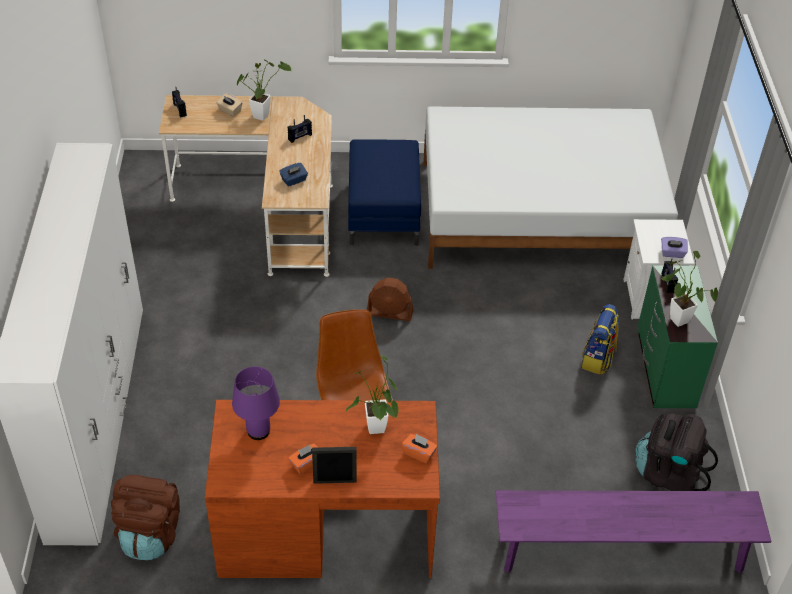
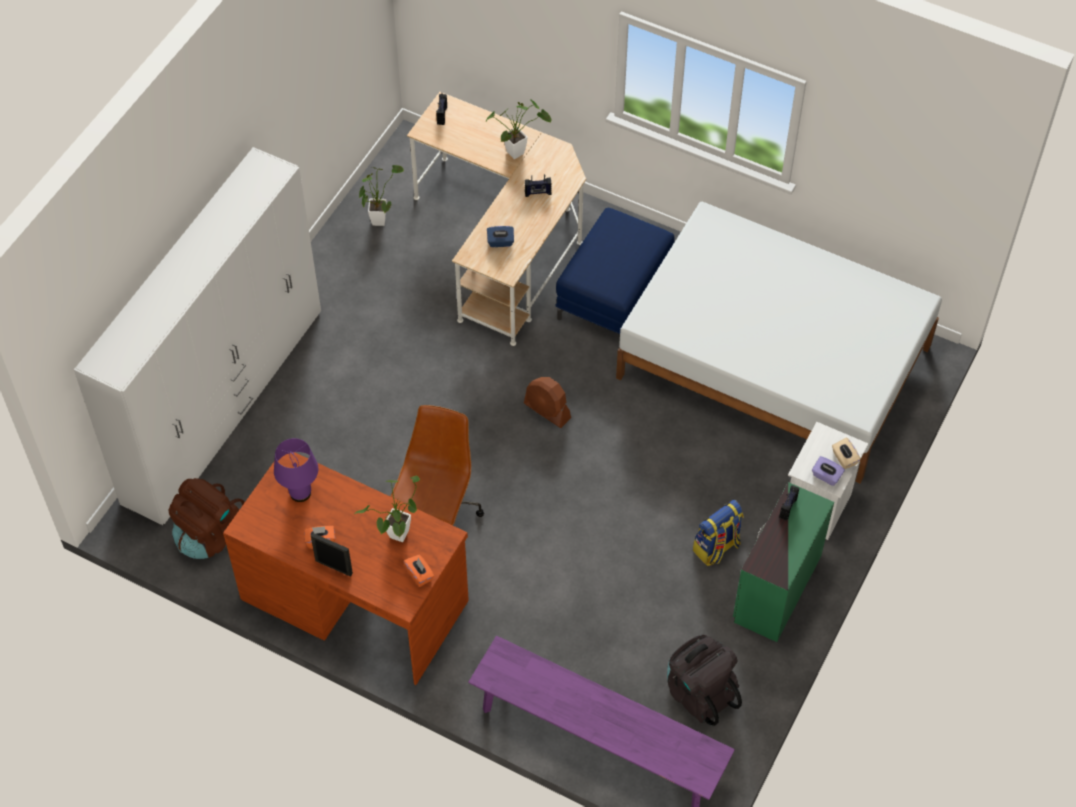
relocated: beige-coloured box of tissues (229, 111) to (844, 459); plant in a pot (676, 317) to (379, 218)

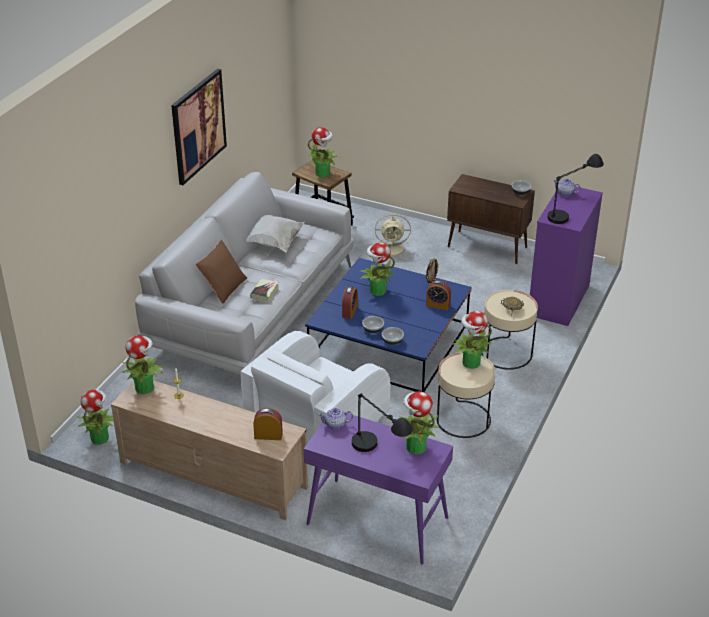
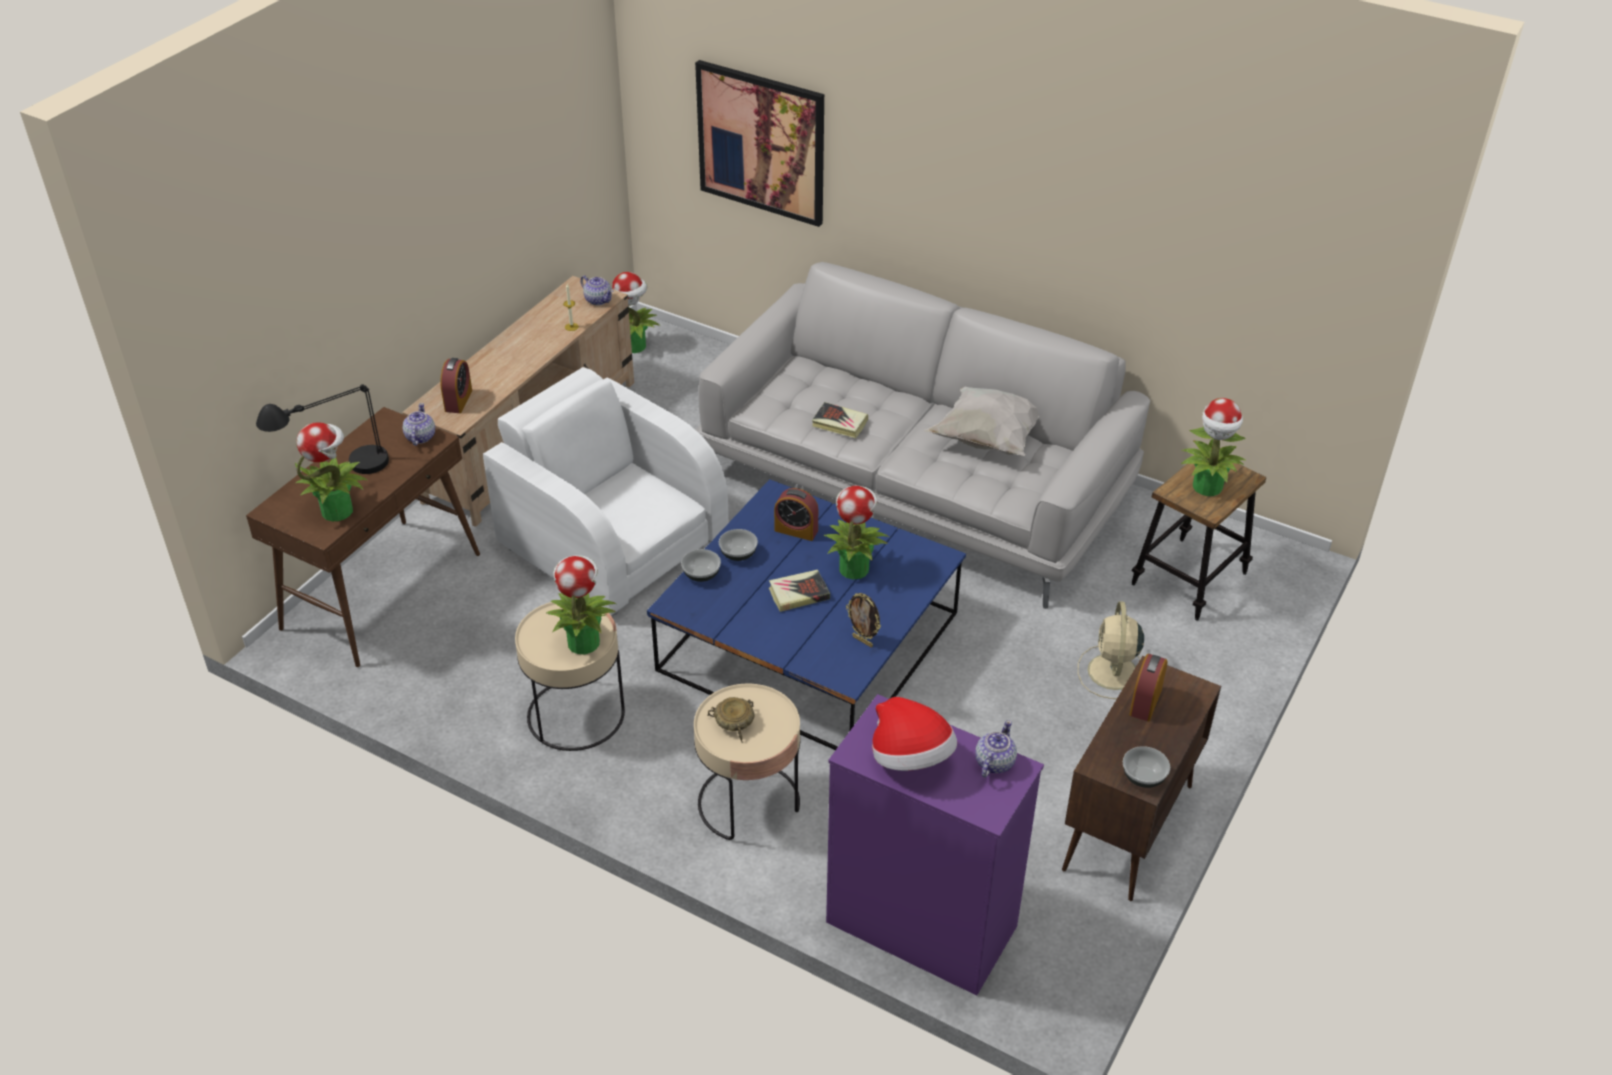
missing: brown pillow (223, 287)
appeared: book (799, 594)
relocated: wall art (198, 126) to (761, 142); bedside clock (438, 305) to (1145, 702)
exchanged: plant in a pot (145, 387) to teapot (598, 300); black lamp for a table (571, 212) to clothing hat (911, 758)
colour: purple console table (376, 521) to brown console table (382, 590)

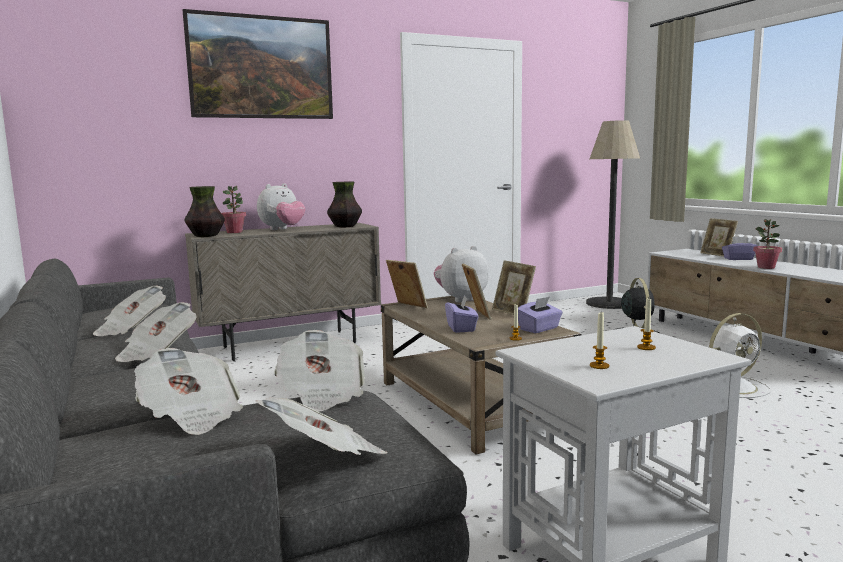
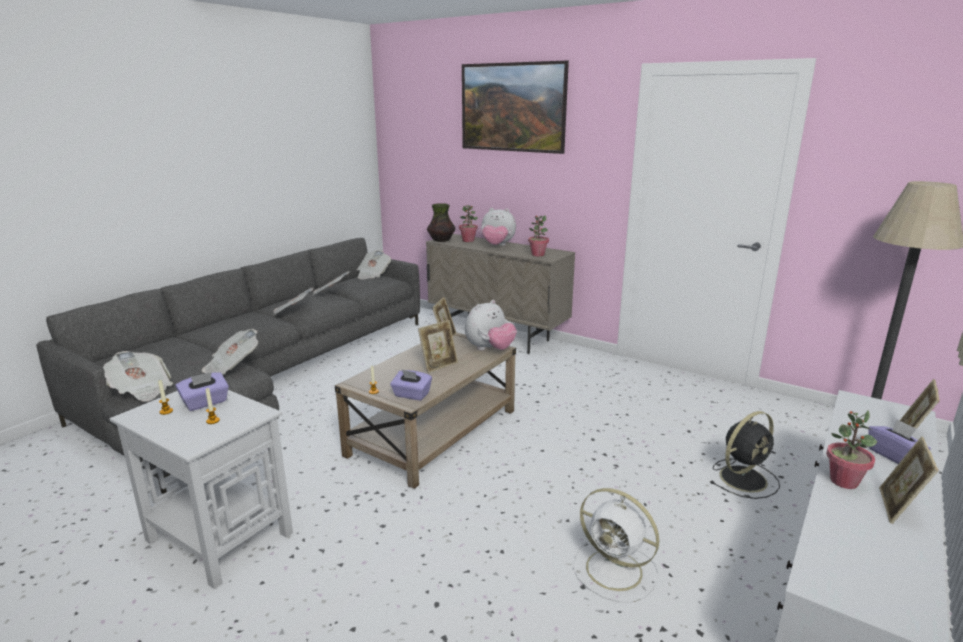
relocated: daily paper (191, 416) to (372, 274); purple box of tissues (461, 328) to (205, 403); picture frame (513, 312) to (898, 508)
exchanged: vase (345, 226) to plant in a pot (537, 254)
spun: plush toy (460, 299) = (490, 349) 105 degrees clockwise

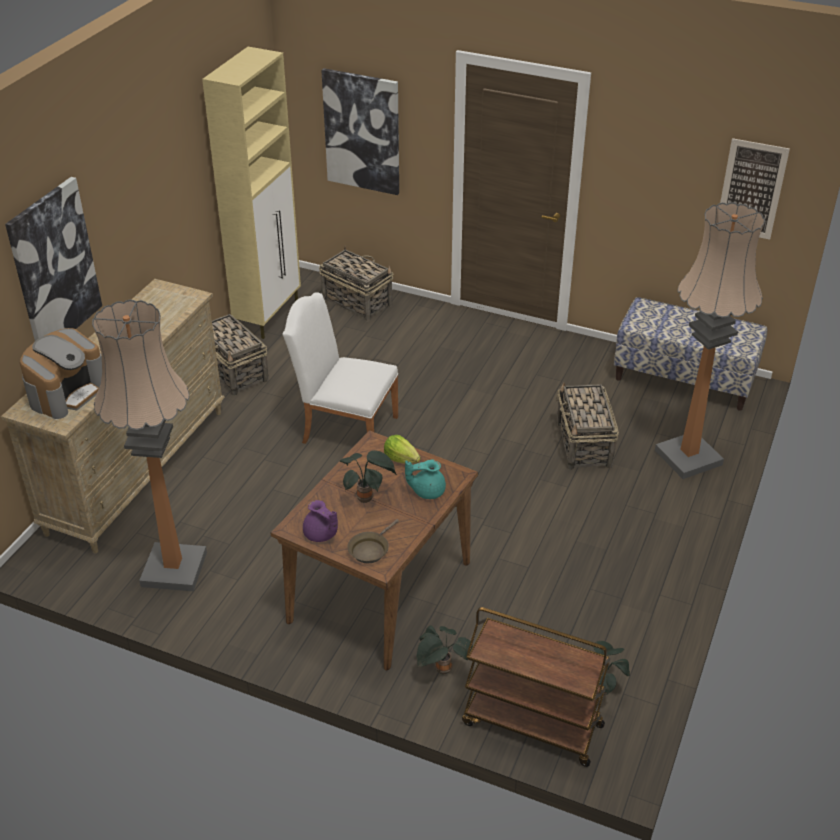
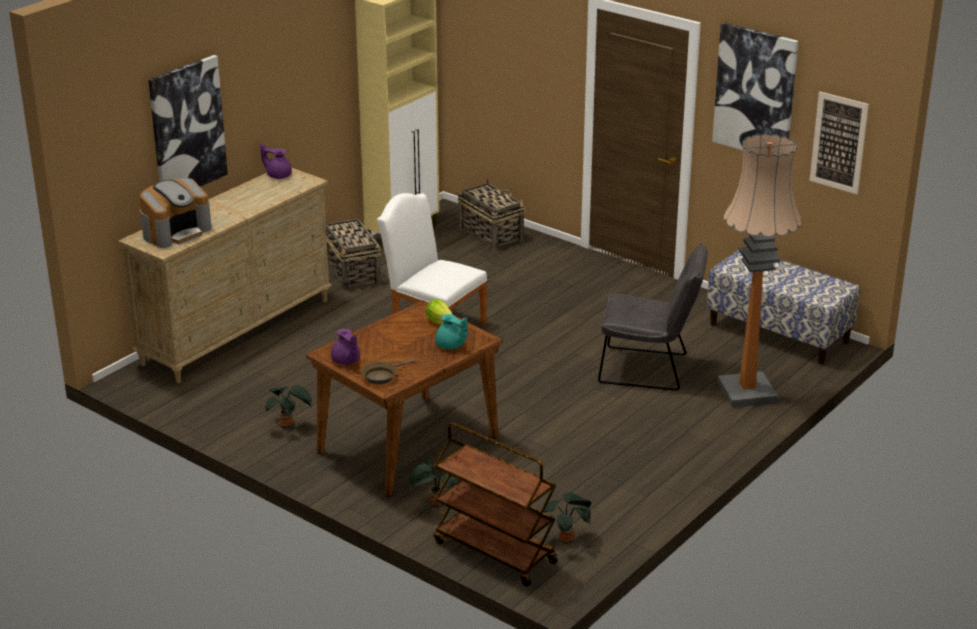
missing: standing lamp (174, 569)
appeared: purple teapot (278, 175)
relocated: wall art (362, 131) to (755, 91); plant in a pot (367, 498) to (288, 426)
exchanged: household basket (584, 445) to greyish chair (650, 369)
spun: blue-green teapot (427, 491) = (451, 346) 150 degrees counterclockwise

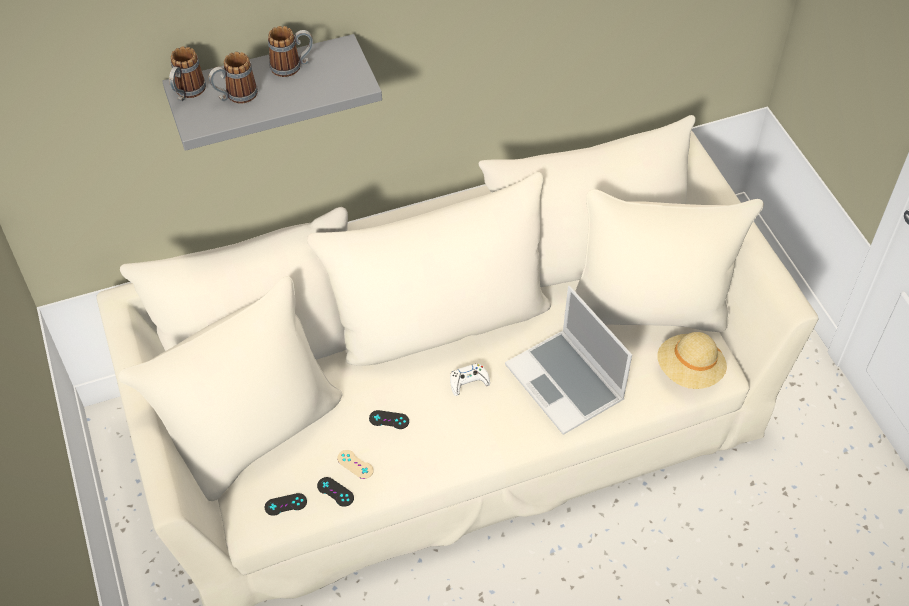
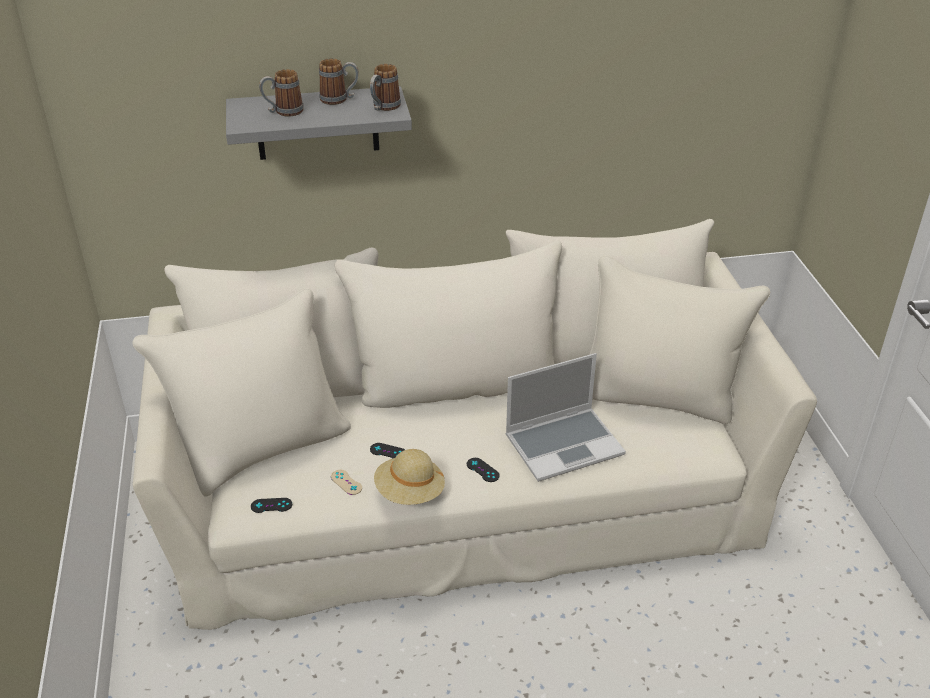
missing: white game controller (468, 382)
relocated: coffee mug (187, 93) to (383, 107); black game controller (335, 492) to (482, 470); beige-coloured clothing hat (689, 371) to (410, 492)
spun: laptop (566, 383) = (564, 444) 90 degrees counterclockwise

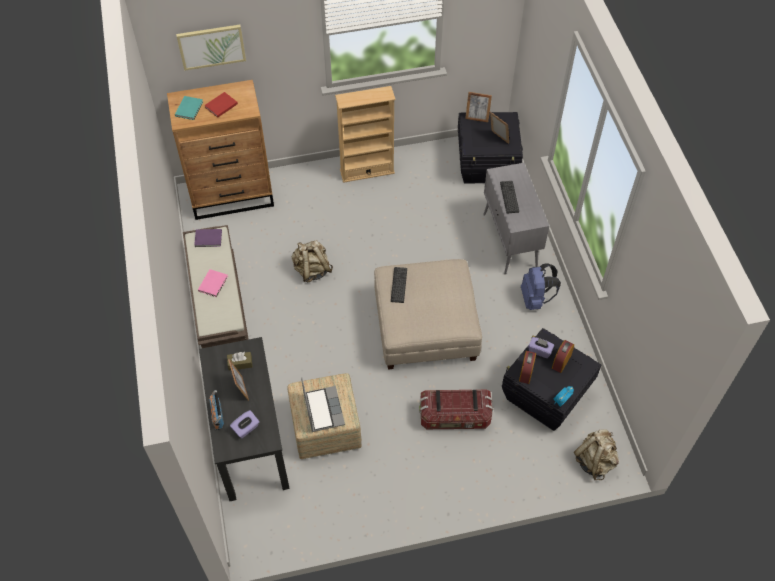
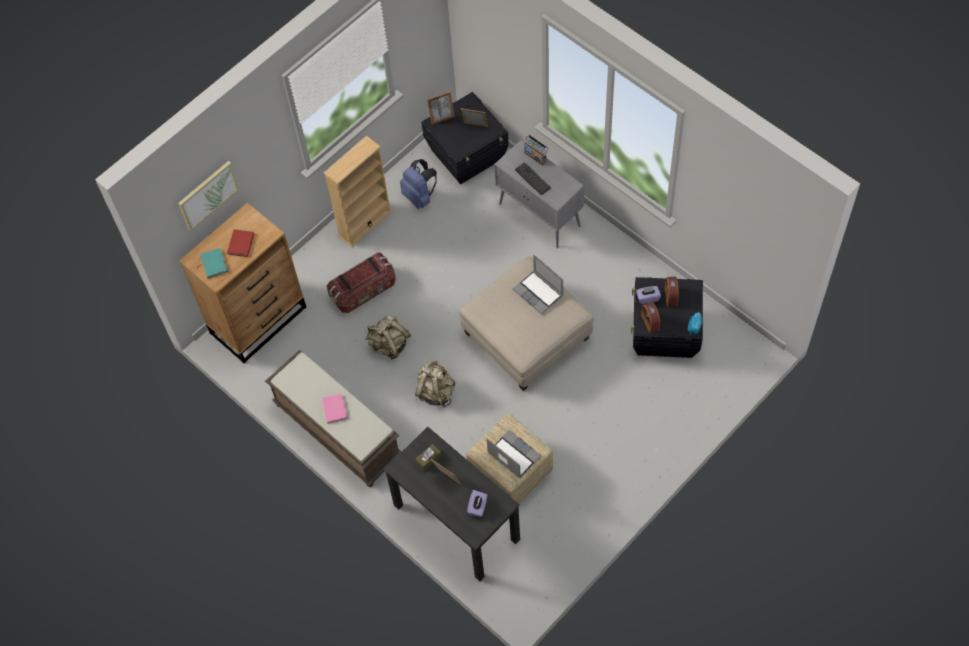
missing: purple book (209, 239); computer keyboard (399, 285)
appeared: laptop (539, 293)
relocated: radio (217, 416) to (535, 156); storage bin (455, 417) to (364, 291); blue-coloured knapsack (535, 299) to (420, 196); beige-coloured knapsack (594, 461) to (436, 392)

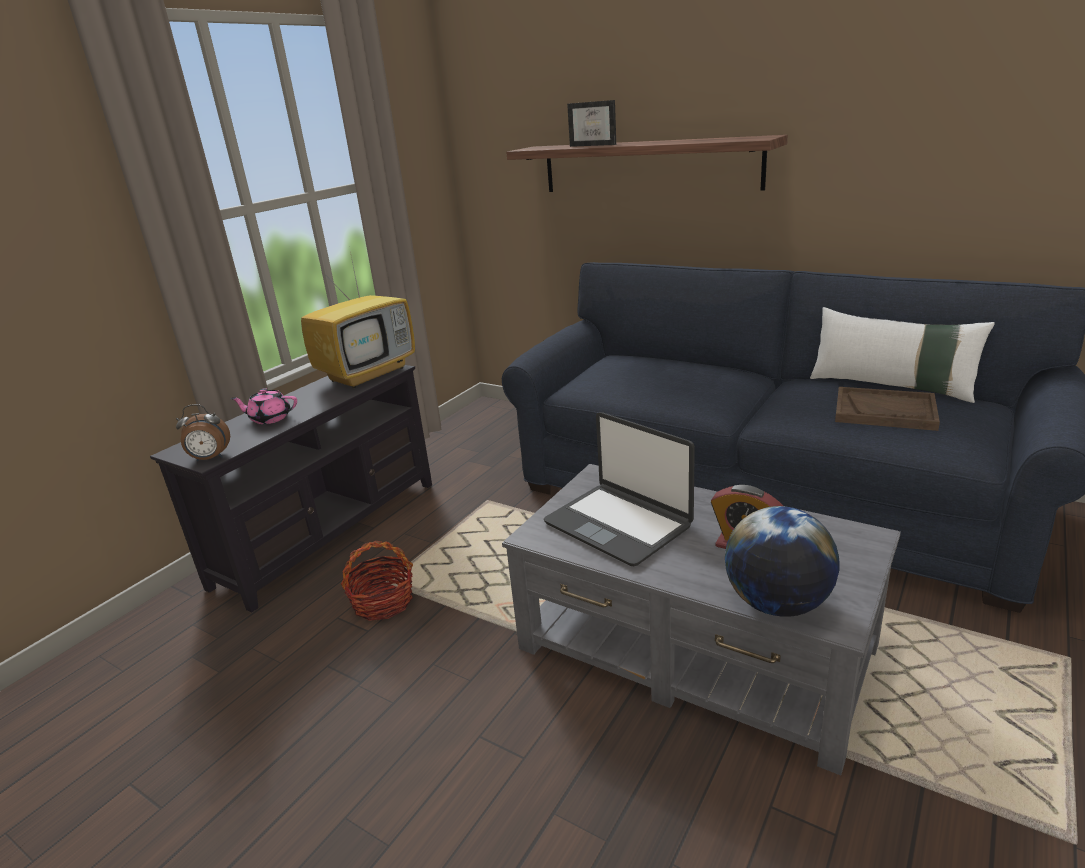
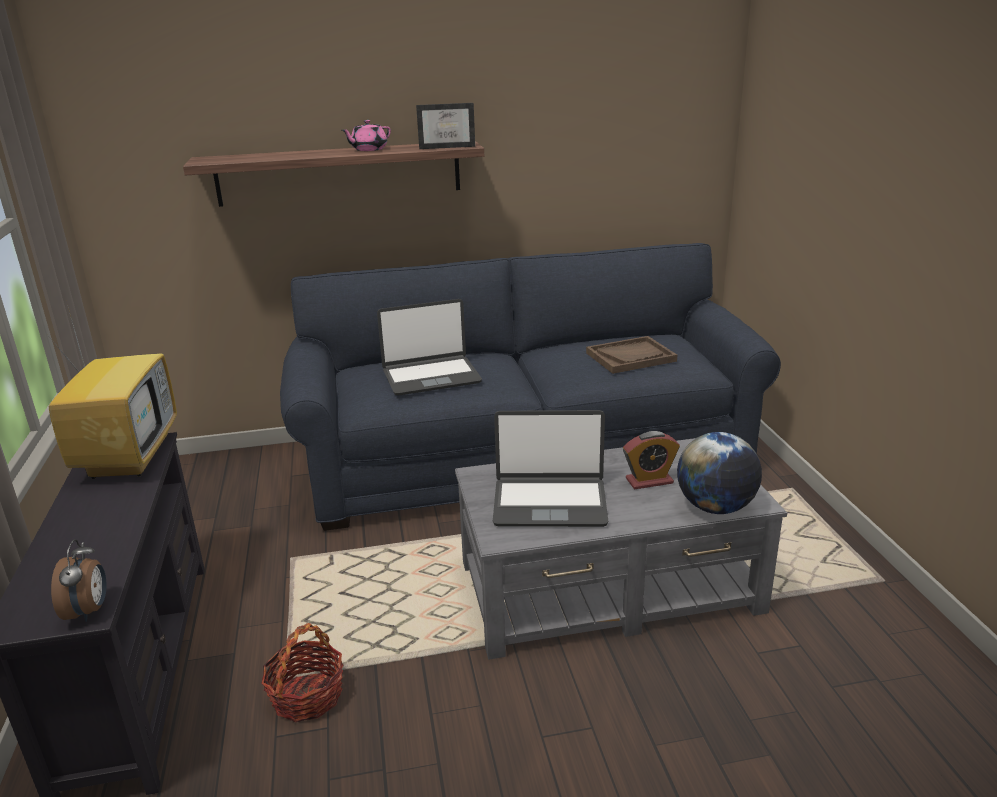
missing: white pillow (891, 386)
appeared: laptop (431, 377)
relocated: pink teapot (270, 418) to (368, 149); picture frame (596, 145) to (448, 147)
spun: bedside clock (210, 458) = (89, 611) 45 degrees counterclockwise

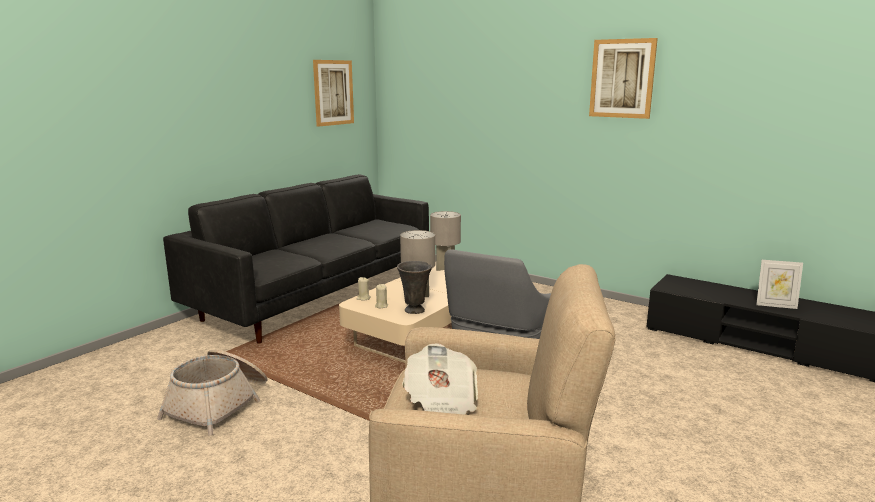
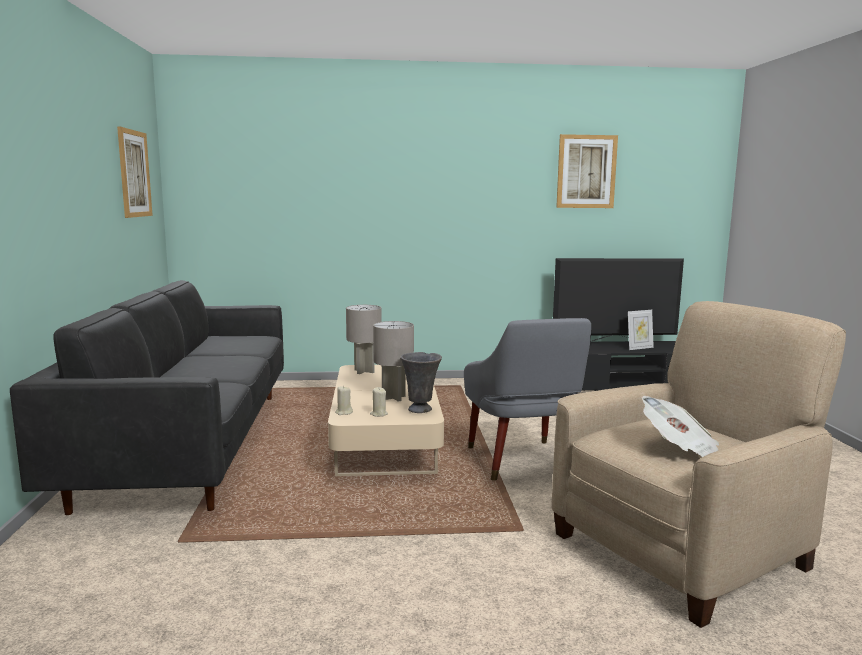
missing: household basket (219, 404)
appeared: TV (614, 344)
relocated: wall art (622, 78) to (586, 171)

